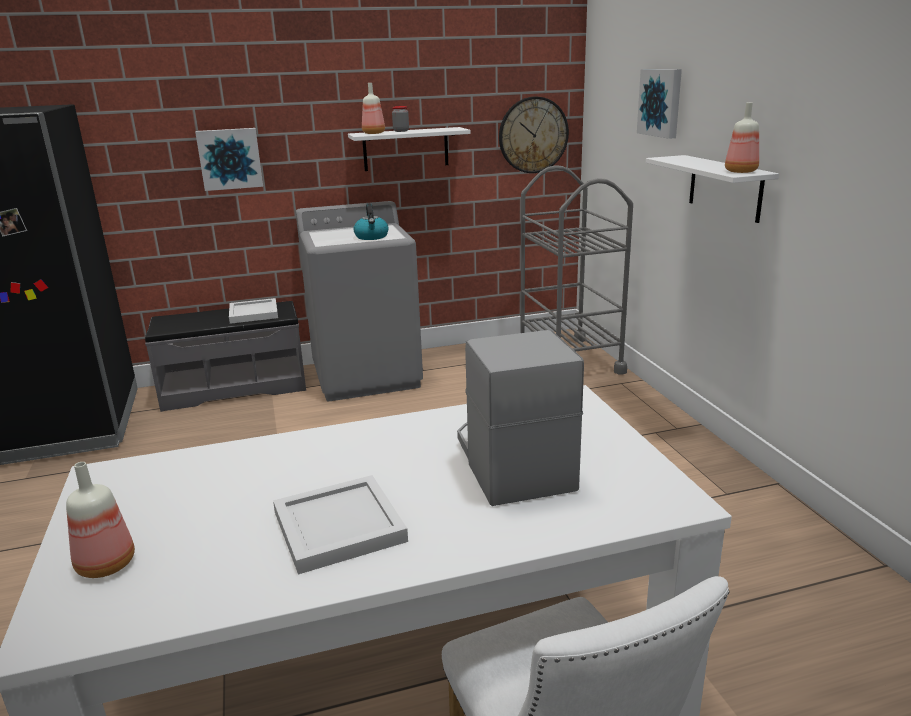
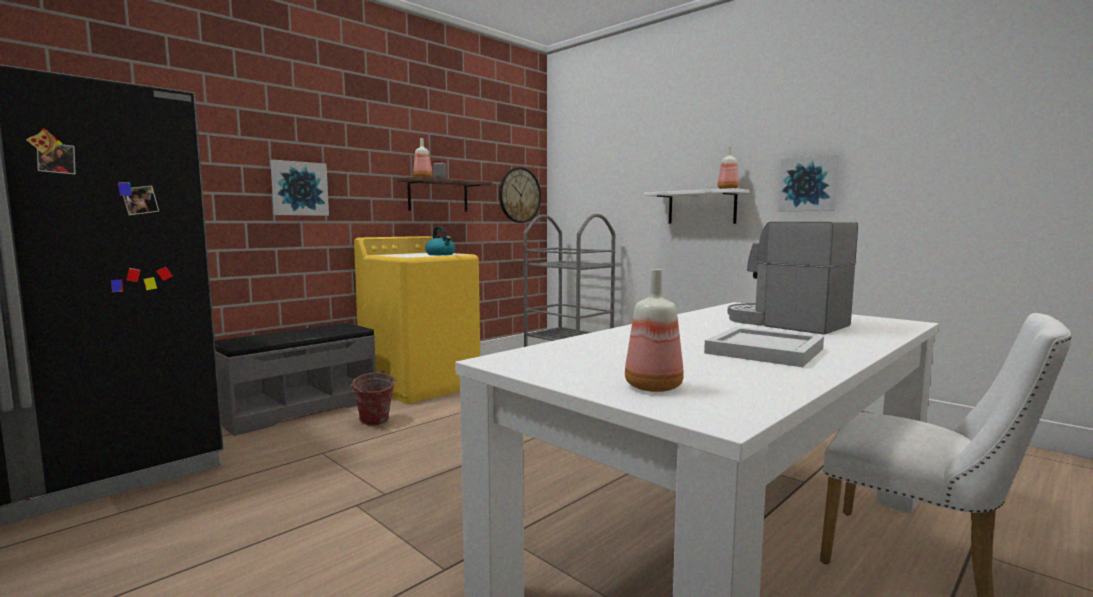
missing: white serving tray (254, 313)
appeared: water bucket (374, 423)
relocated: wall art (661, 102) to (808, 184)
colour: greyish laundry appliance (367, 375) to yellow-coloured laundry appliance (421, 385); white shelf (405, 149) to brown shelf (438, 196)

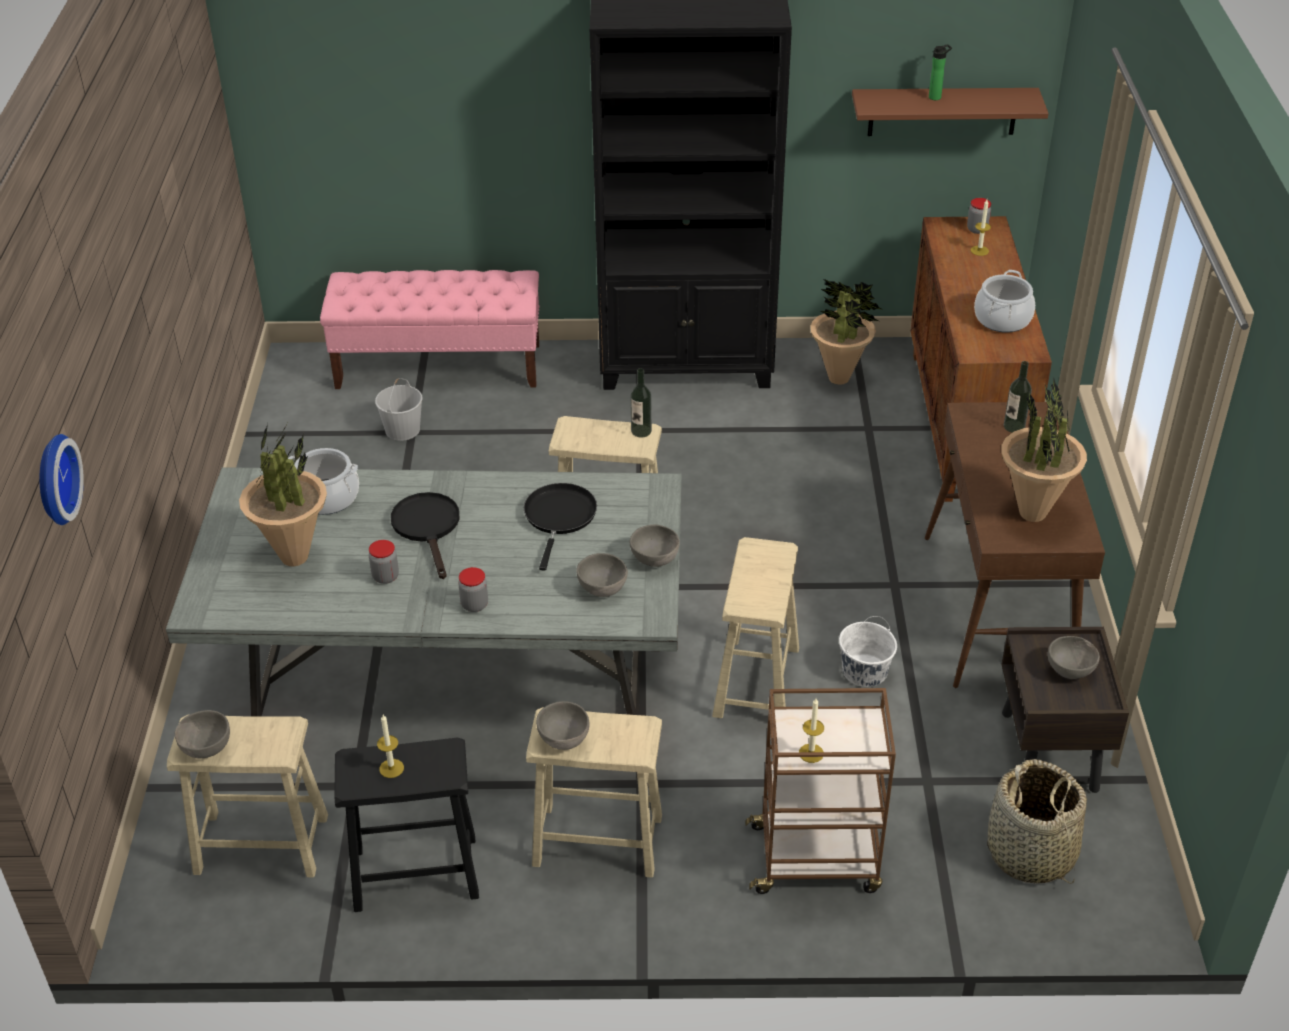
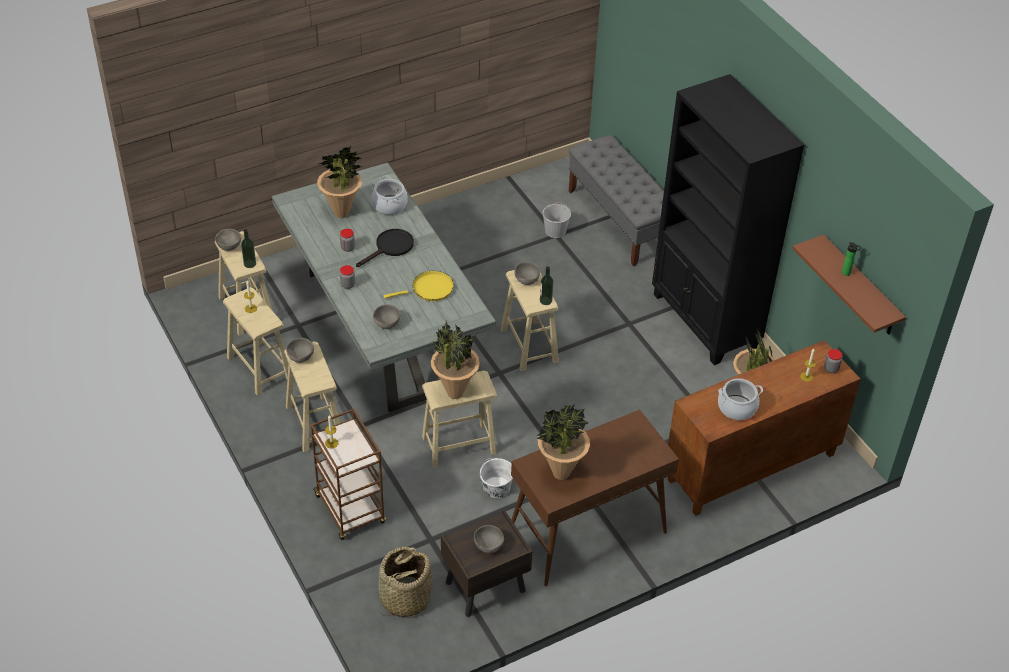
missing: clock on the wall (52, 479)
appeared: plant in a pot (454, 393)
relocated: greyish deep dish (655, 560) to (526, 280); beverage bottle (1014, 426) to (250, 264)
colour: pink long seat (439, 366) to greyish long seat (620, 221); black sitting stool (415, 873) to beige-coloured sitting stool (259, 368); black frying pan (559, 517) to yellow-coloured frying pan (429, 289)

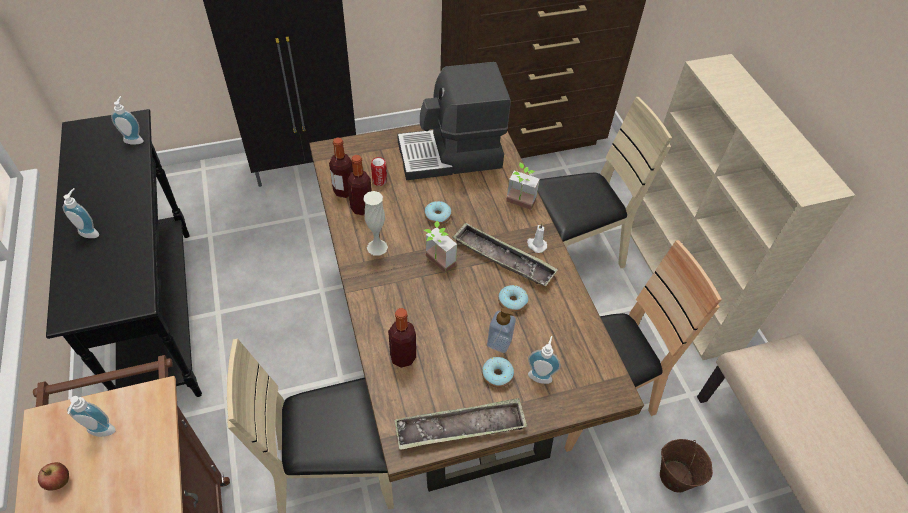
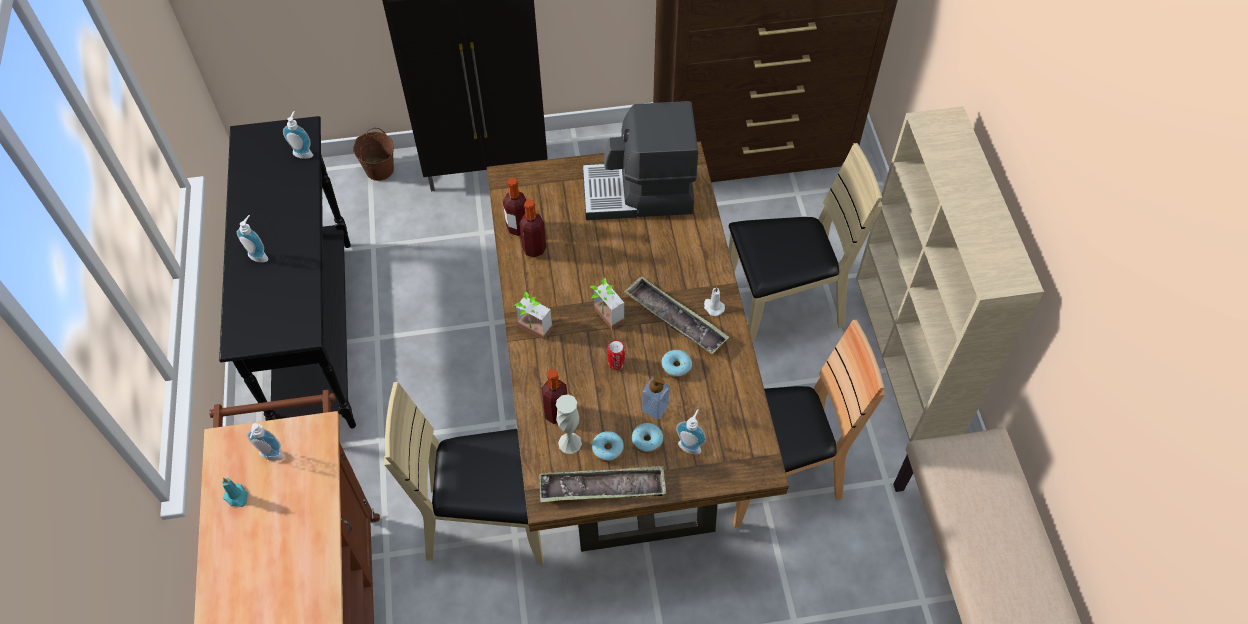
relocated: white vase (377, 247) to (570, 443); can (379, 181) to (616, 363); doughnut (437, 216) to (607, 449); plant in a pot (518, 205) to (532, 332); brown water bucket (674, 476) to (379, 169)
exchanged: apple fruit (60, 482) to blue-green candle (237, 496)

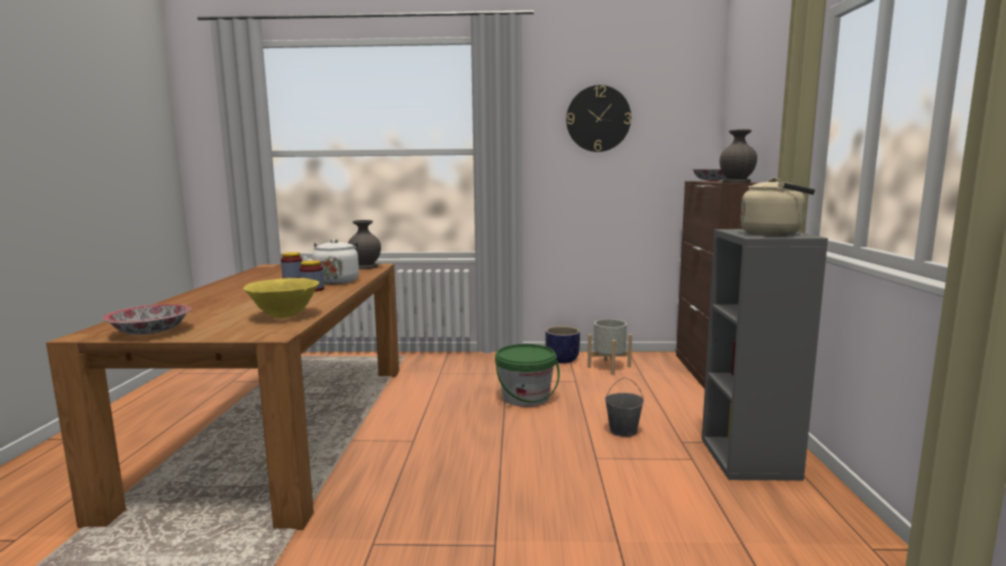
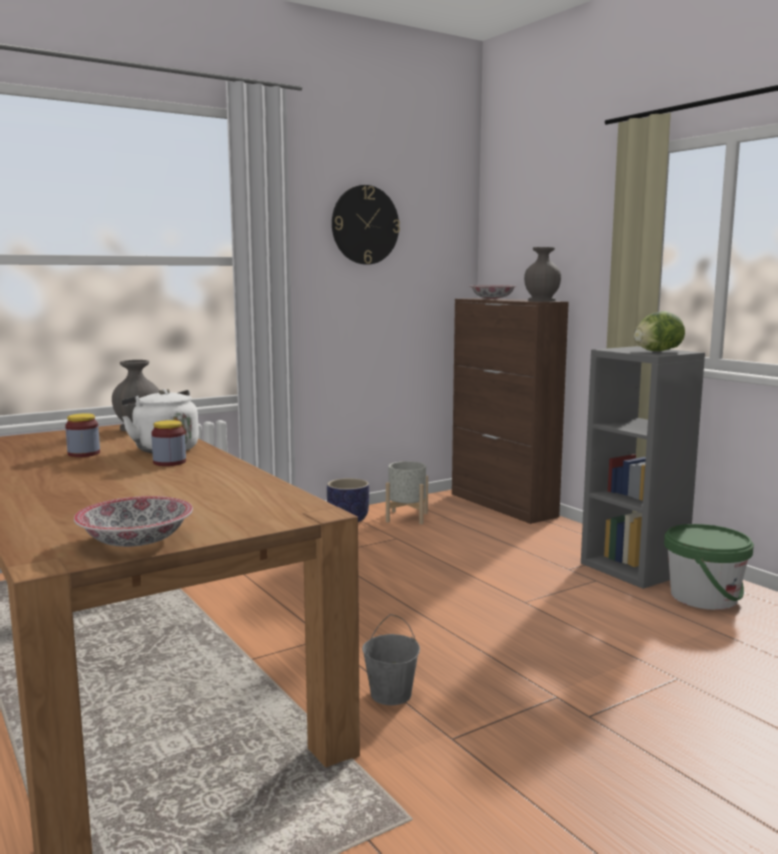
missing: yellow-coloured deep dish (285, 316)
relocated: green water bucket (526, 397) to (703, 597); greyish water bucket (623, 430) to (390, 694)
exchanged: beige-coloured water kettle (774, 234) to lettuce head (657, 351)

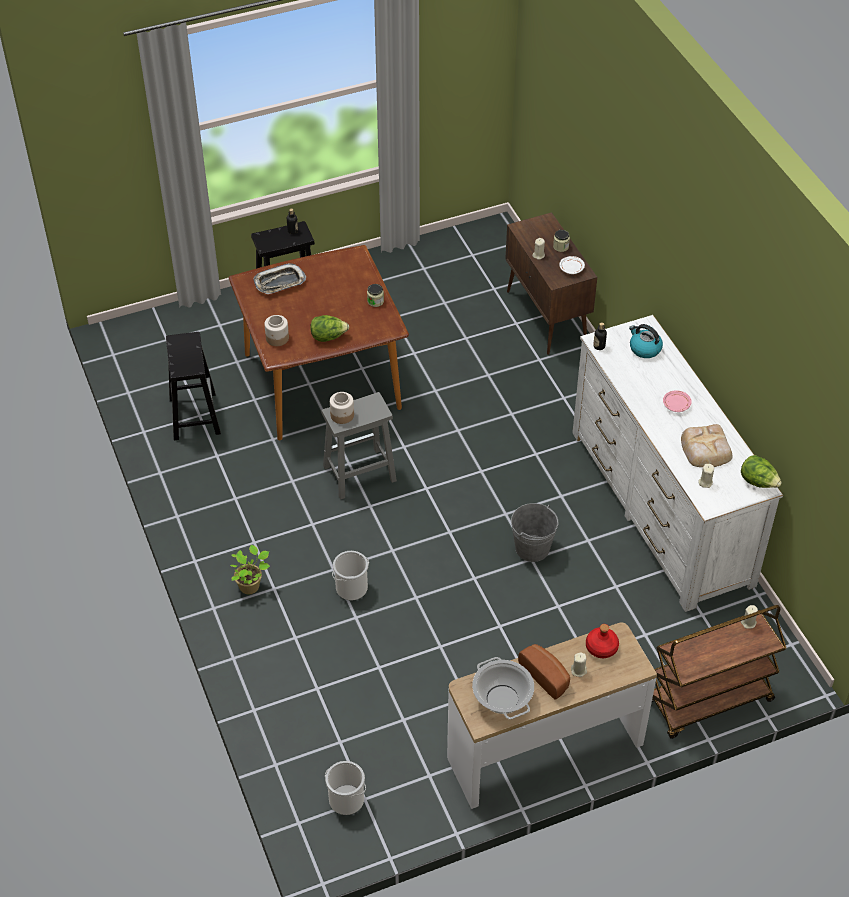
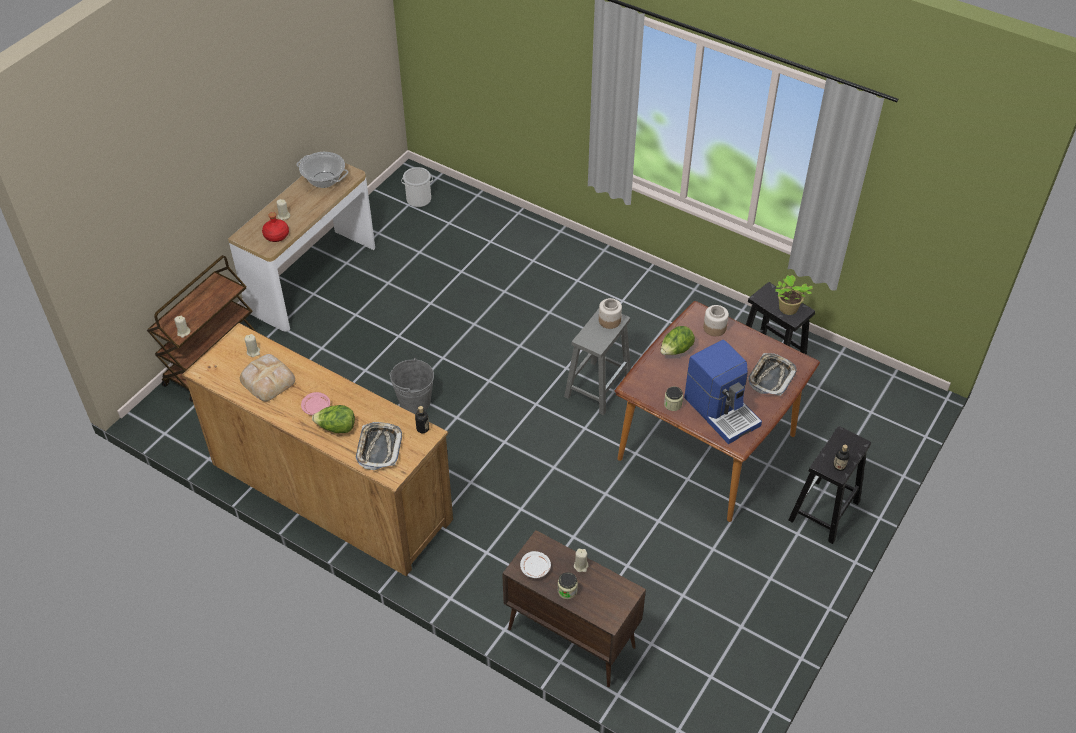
missing: water bucket (351, 588); bread (546, 675)
appeared: coffee maker (722, 410)
relocated: plant in a pot (251, 586) to (787, 309); lettuce head (758, 482) to (336, 428)
exchanged: water kettle (644, 349) to serving tray (379, 448)
colour: white dresser (660, 507) to brown dresser (330, 491)

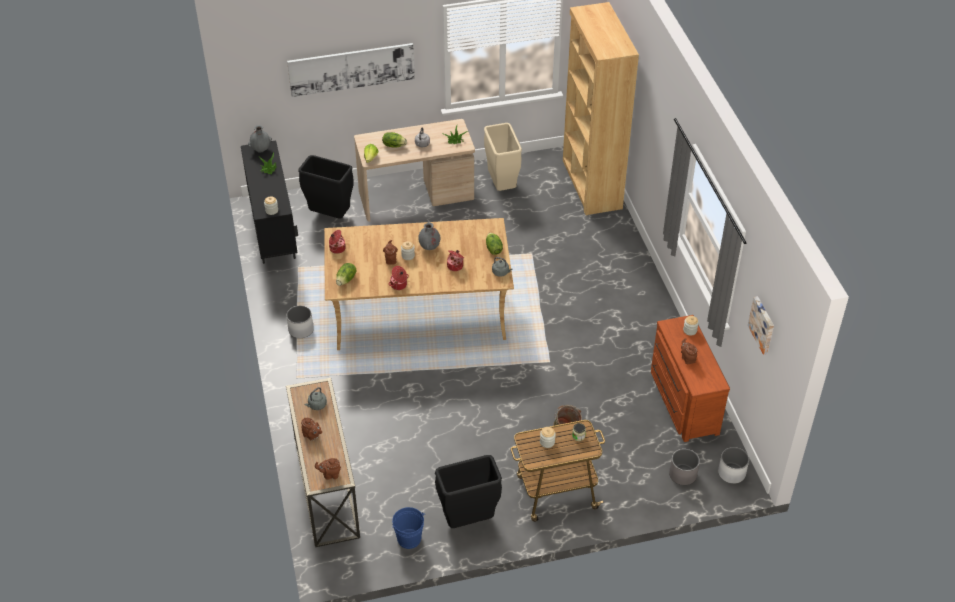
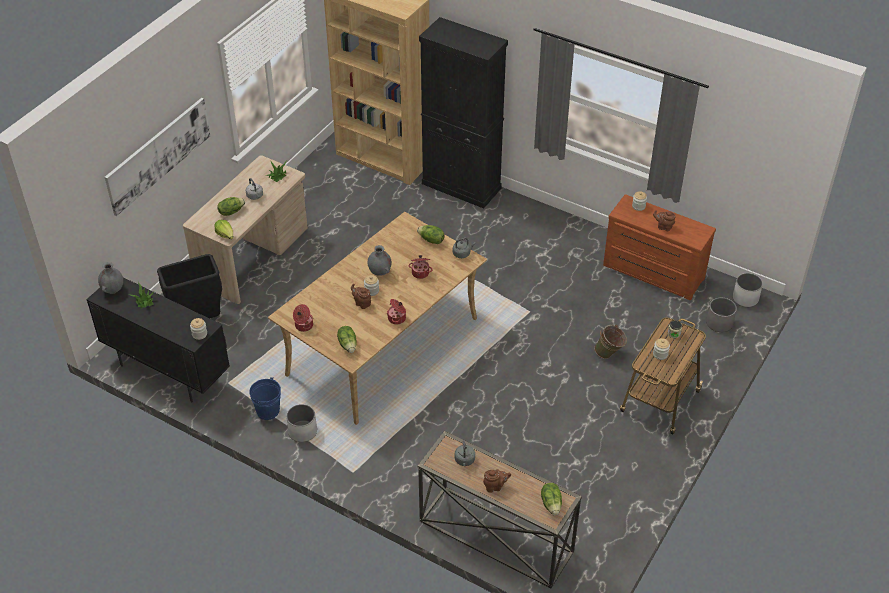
missing: black rubbish bin (468, 520); beige-coloured rubbish bin (502, 185); wall art (762, 324)
appeared: black storage cabinet (461, 186)
relocated: blue-coloured water bucket (409, 539) to (268, 411)
exchanged: brown teapot (330, 474) to lettuce head (551, 504)

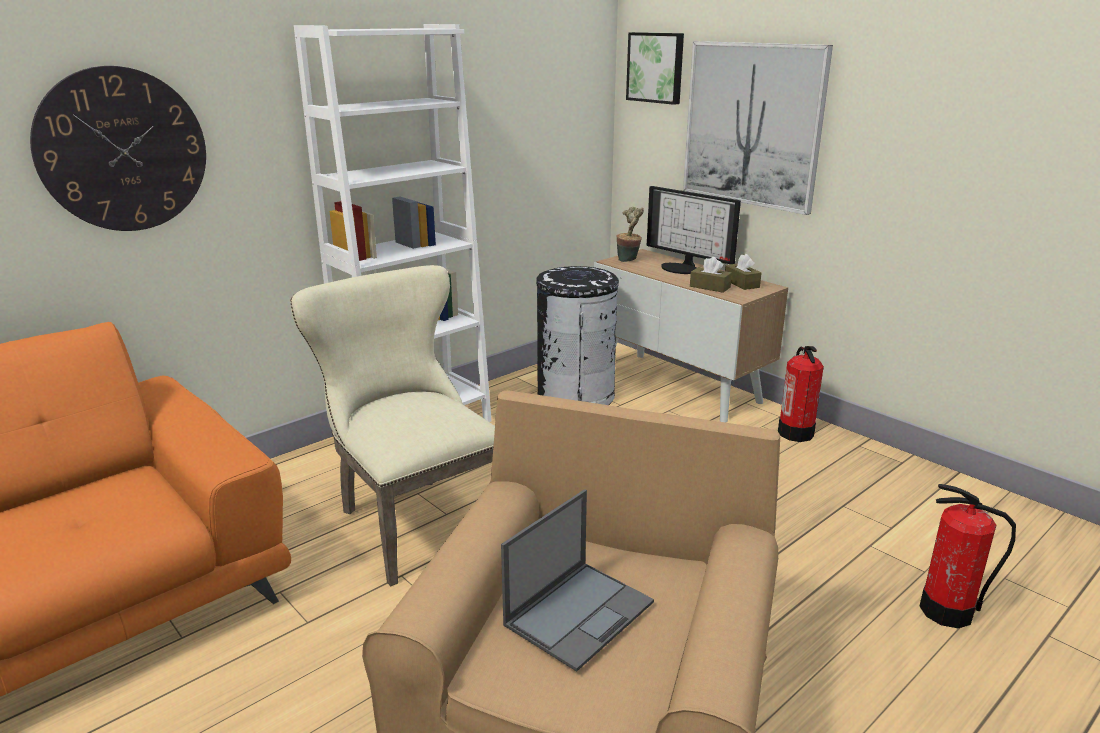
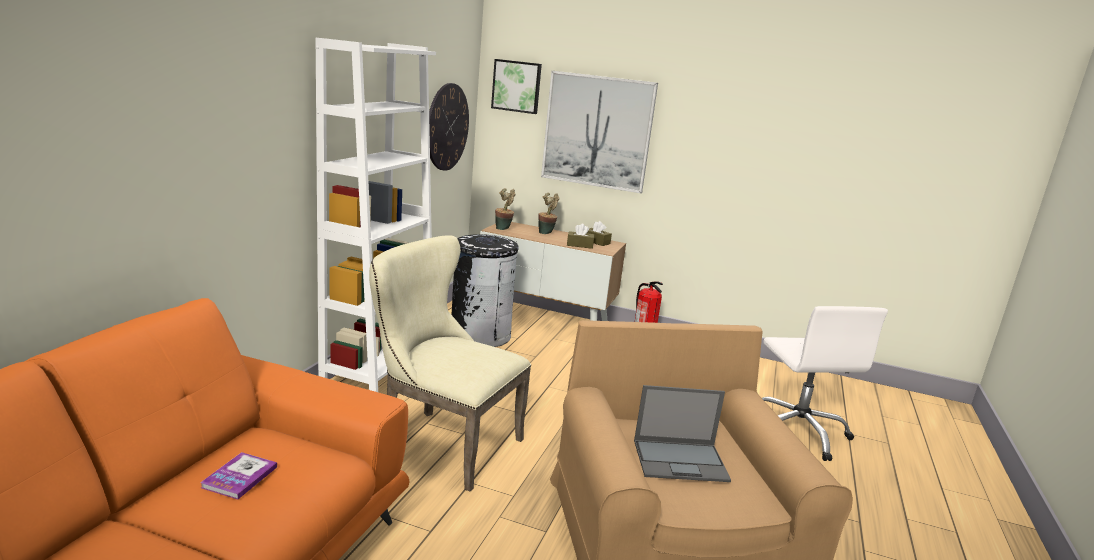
appeared: book (239, 477)
relocated: clock on the wall (123, 150) to (447, 127)
exchanged: computer display (683, 268) to plant in a pot (547, 233); fire-fighting cylinder (947, 611) to white desk chair (798, 431)
spun: laptop (580, 612) = (681, 460) 75 degrees clockwise

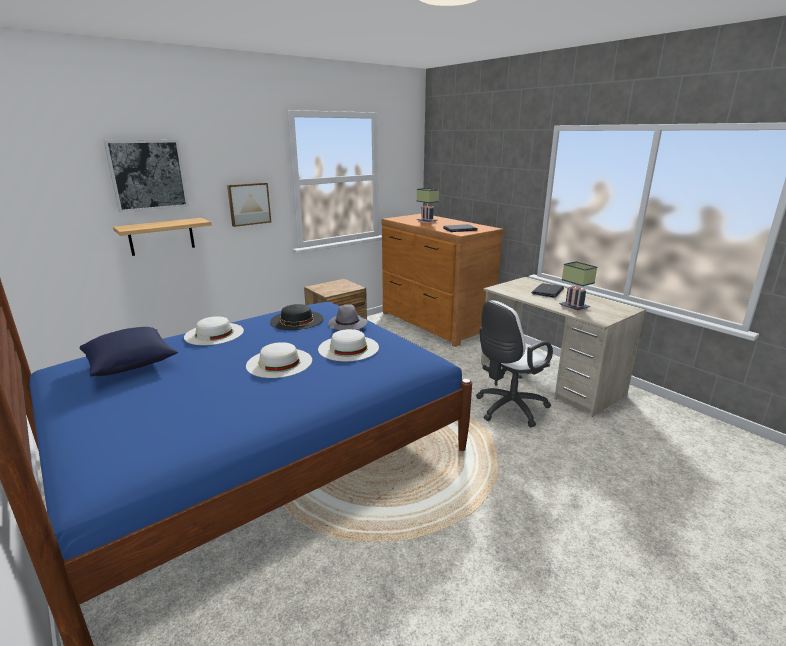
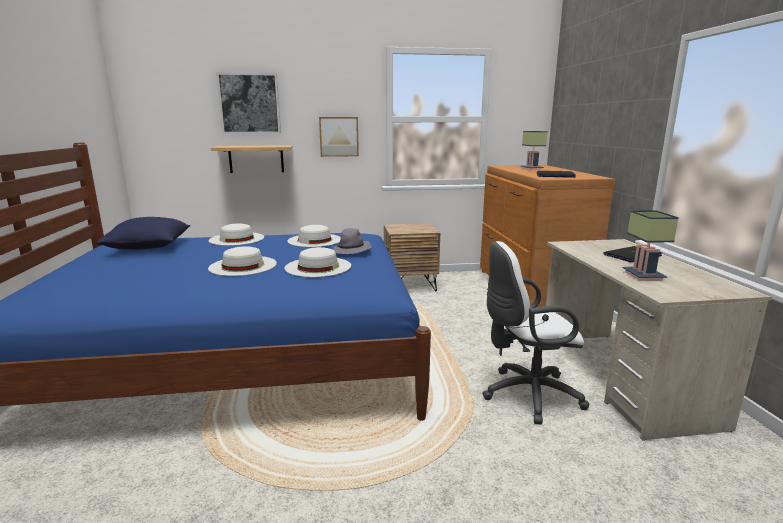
colour: black clothing hat (297, 320) to white clothing hat (314, 240)

